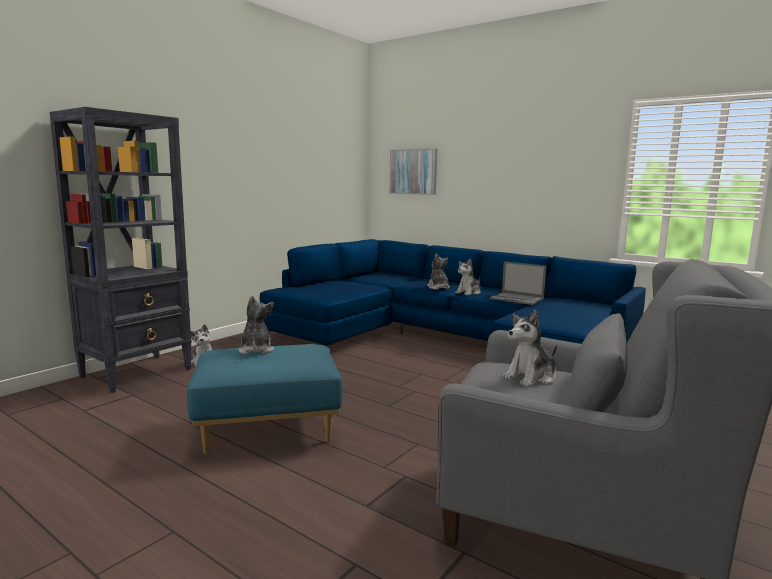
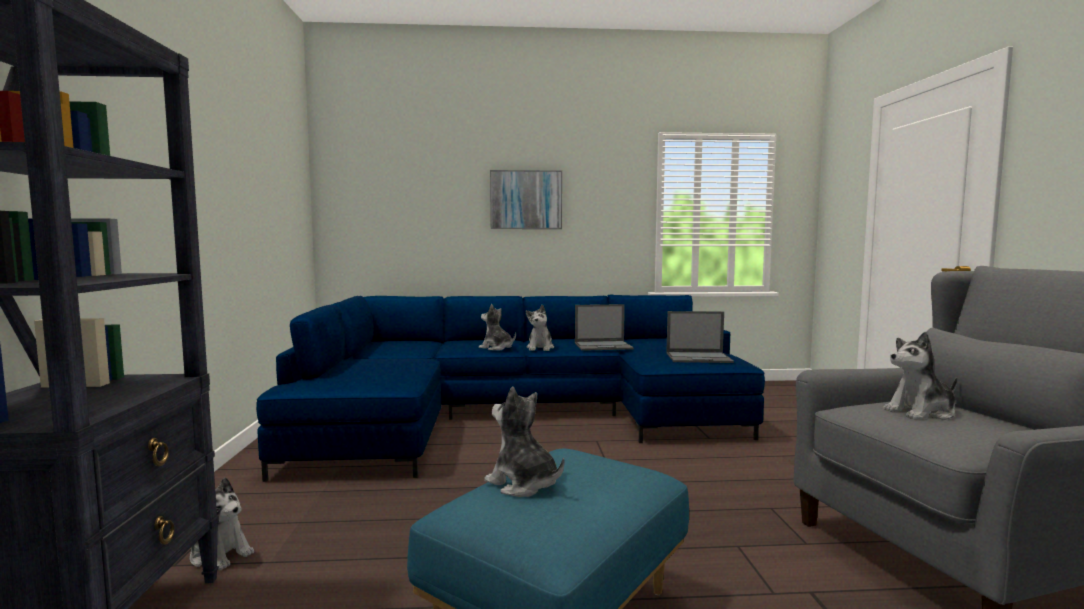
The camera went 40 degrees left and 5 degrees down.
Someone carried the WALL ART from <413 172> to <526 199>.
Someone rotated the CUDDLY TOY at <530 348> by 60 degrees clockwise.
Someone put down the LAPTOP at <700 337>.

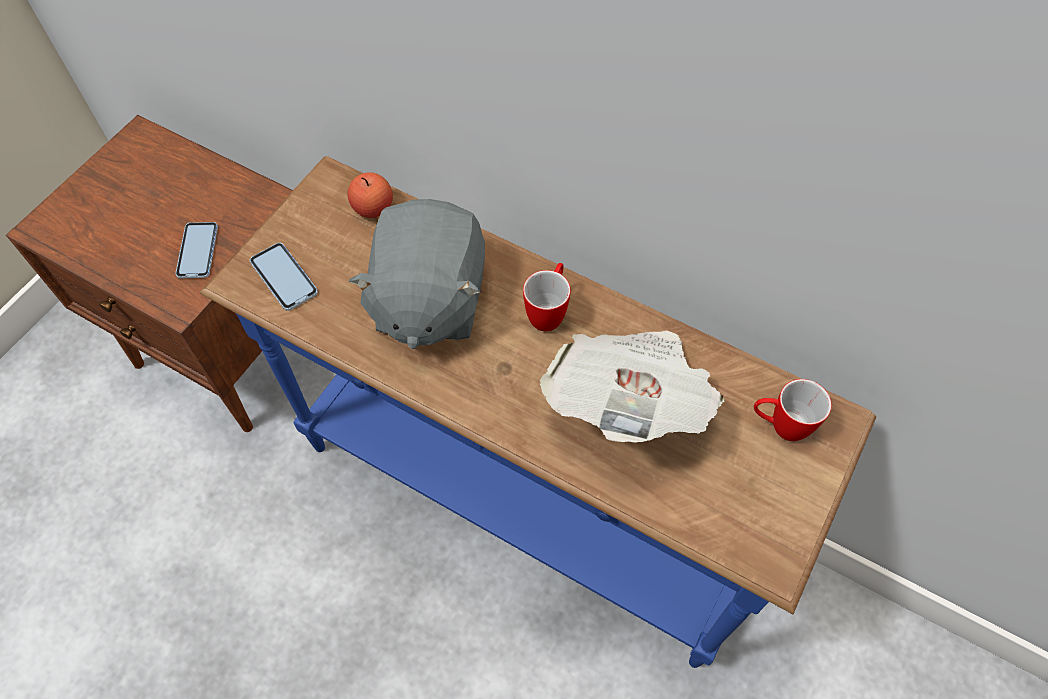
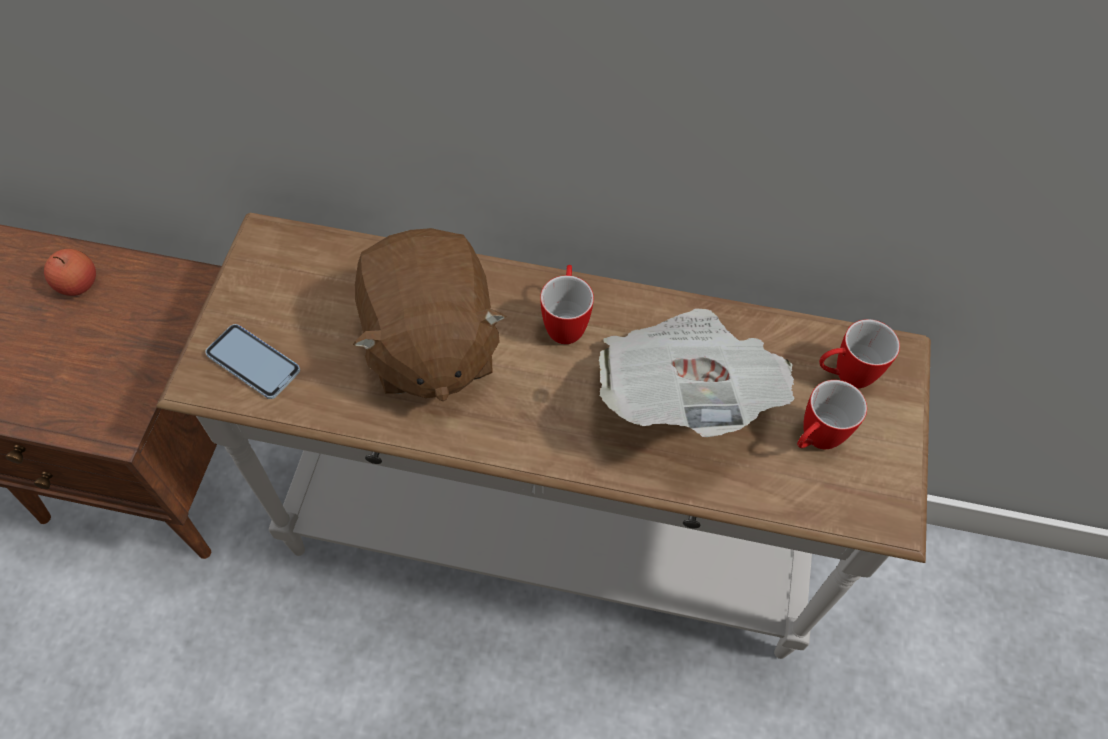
The camera went 20 degrees left and 0 degrees up.
Someone repainted the BLUE NARROW TABLE at <538 412>, which became the WHITE NARROW TABLE at <543 436>.
Someone carried the WHOLE APPLE from <370 195> to <70 272>.
Someone repainted the GREYISH CUDDLY TOY at <417 274>, which became the BROWNISH CUDDLY TOY at <429 314>.
Someone took away the HANDSET at <196 250>.
Someone put down the MUG at <832 414>.

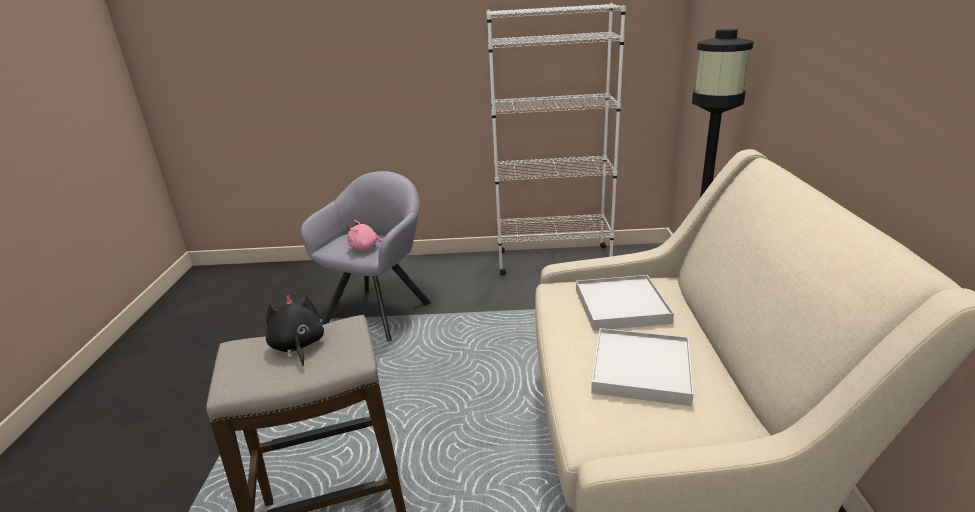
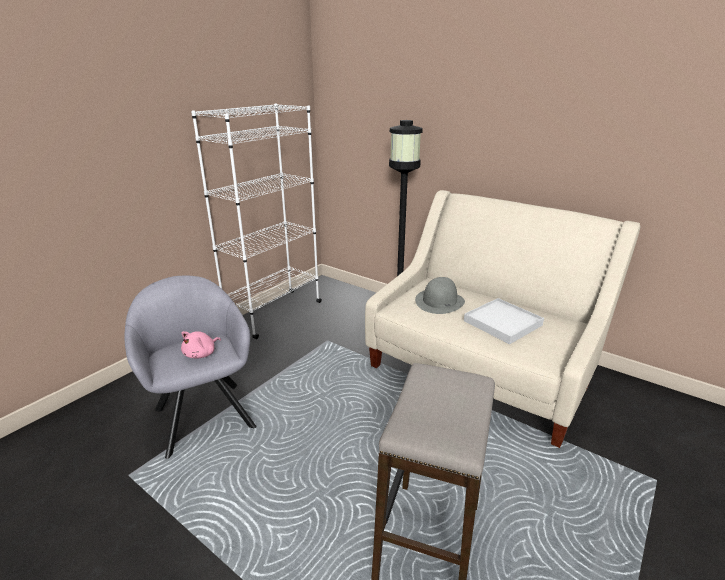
The camera went 55 degrees left and 0 degrees up.
Someone swapped the WHITE TRAY at <625 303> for the GREYISH CLOTHING HAT at <440 295>.
Someone took away the BLACKISH CUDDLY TOY at <295 330>.

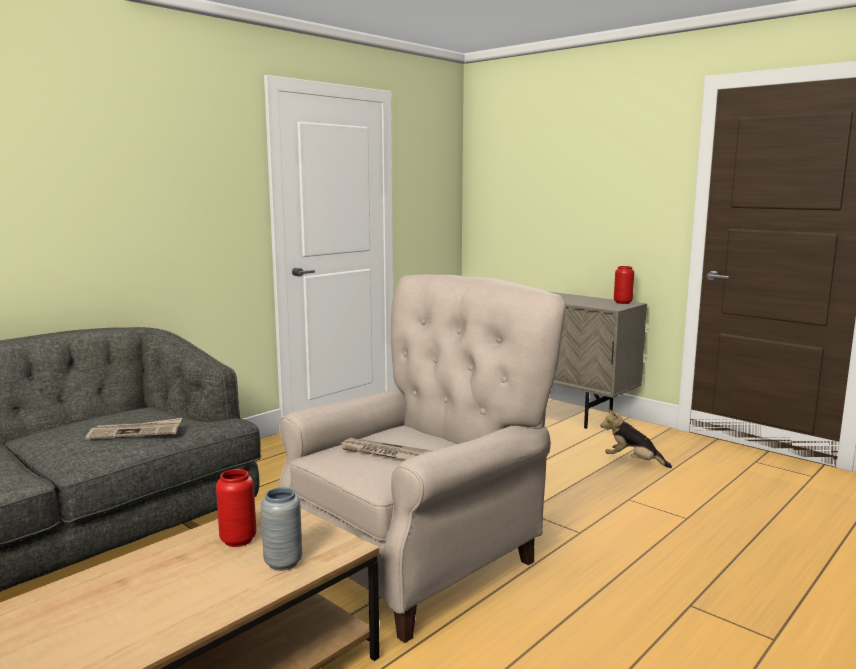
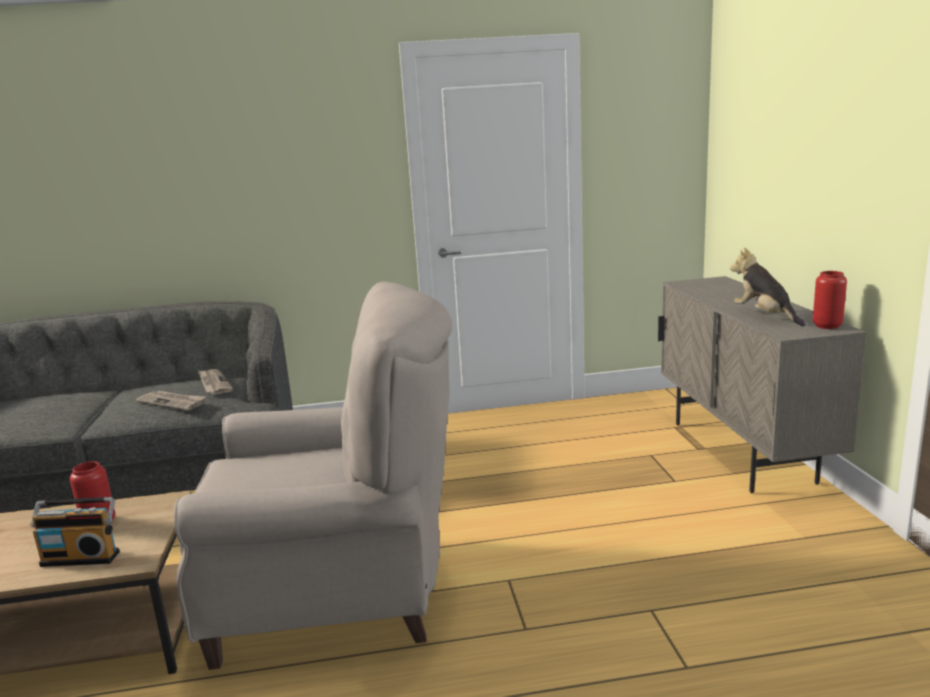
The camera went 40 degrees right and 5 degrees up.
Someone carried the CUDDLY TOY from <636 438> to <768 287>.
Someone carried the DAILY PAPER from <386 449> to <215 382>.
Someone swapped the GREYISH FLOWER VASE at <281 529> for the RADIO SET at <75 532>.

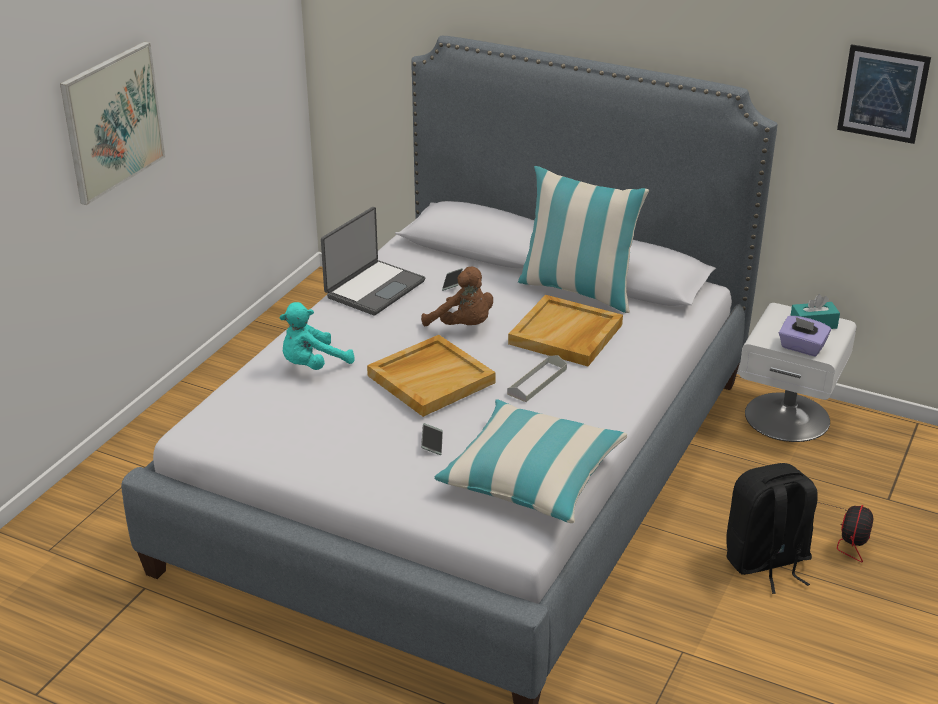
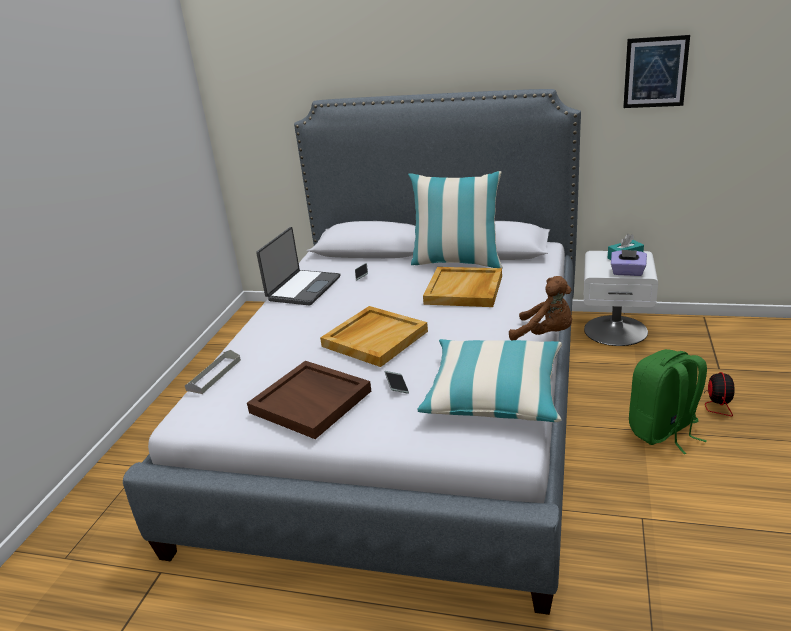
The camera went 10 degrees left and 5 degrees down.
Someone took away the WALL ART at <112 123>.
Someone carried the BROWNISH CUDDLY TOY from <457 296> to <540 308>.
Someone took away the TURQUOISE CUDDLY TOY at <317 336>.
Someone carried the GREYISH TRAY from <537 378> to <213 372>.
Someone repainted the BLACKISH KNAPSACK at <772 528>, which became the GREEN-COLOURED KNAPSACK at <668 401>.
Someone put down the BROWNISH TRAY at <309 400>.

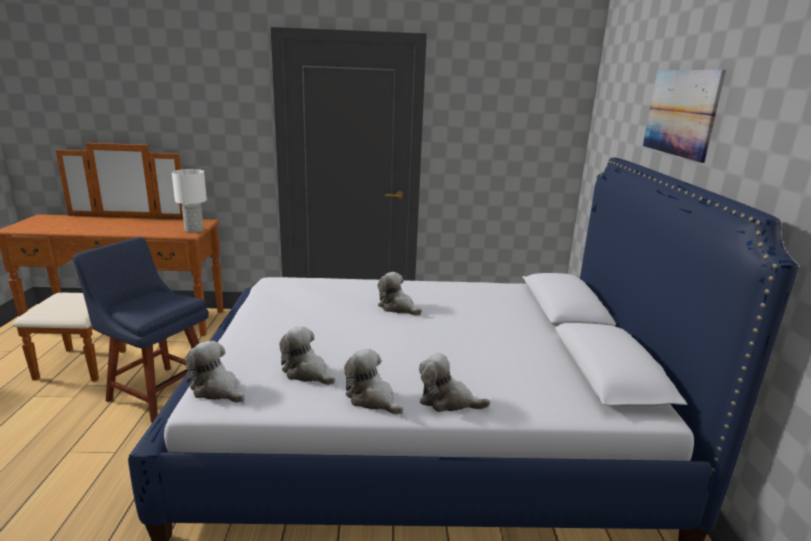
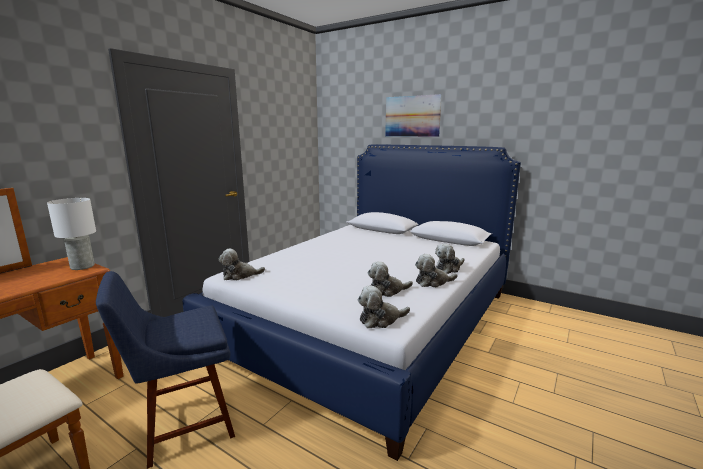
The camera went 55 degrees left and 5 degrees down.
Someone carried the CUDDLY TOY from <400 293> to <242 264>.

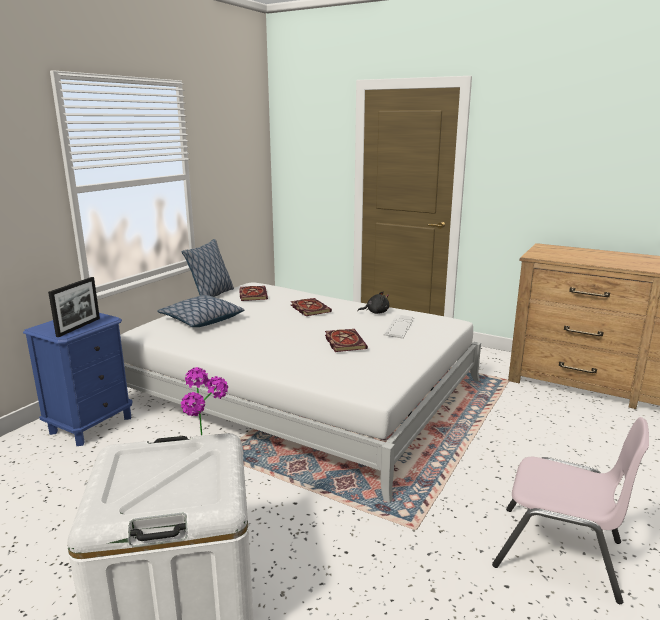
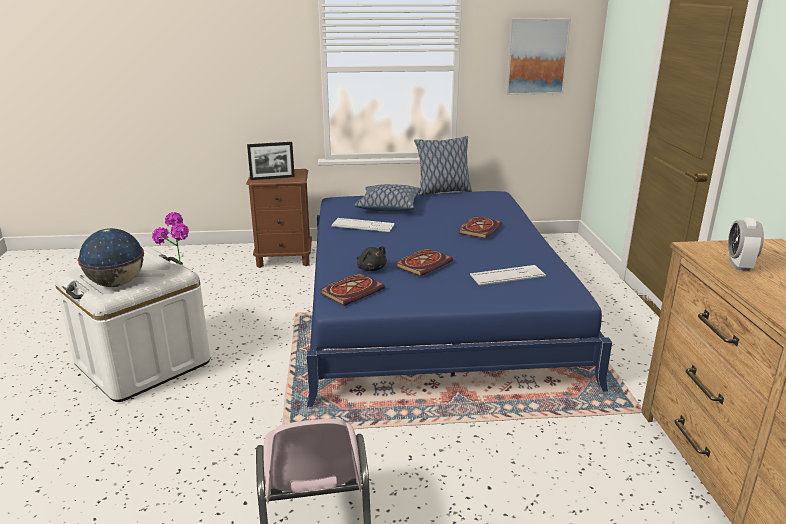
The camera went 55 degrees right and 5 degrees up.
Someone repainted the WHITE SLEEPING BED at <300 392>, which became the BLUE SLEEPING BED at <459 299>.
Someone carried the VOLUME from <253 293> to <352 289>.
Someone carried the BLACKISH CUDDLY TOY from <373 303> to <372 258>.
Someone repainted the BLUE BEDSIDE TABLE at <78 379>, which became the BROWNISH BEDSIDE TABLE at <279 218>.
Someone put up the WALL ART at <538 57>.
Someone put down the PC KEYBOARD at <363 225>.
Someone put down the TABLE CLOCK at <746 244>.
Someone put down the WORLD GLOBE at <111 257>.

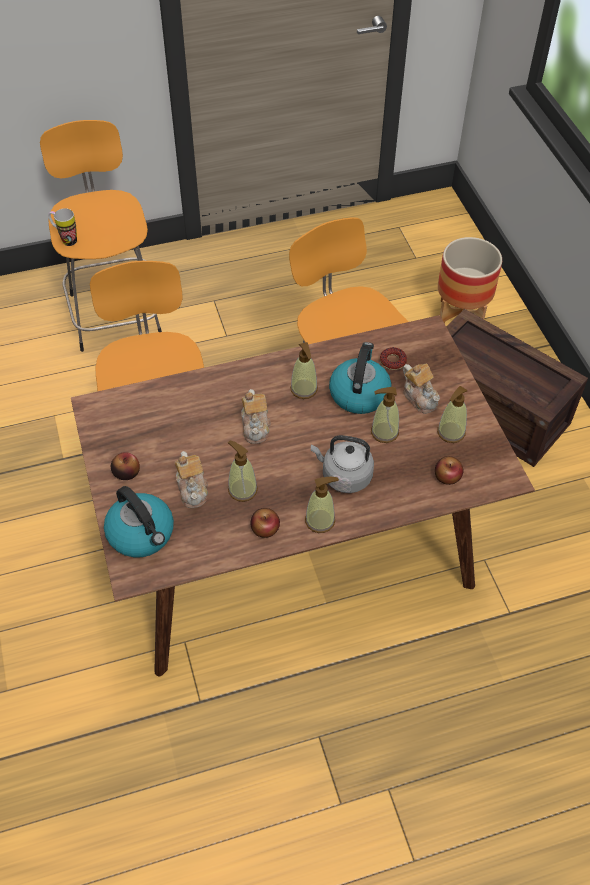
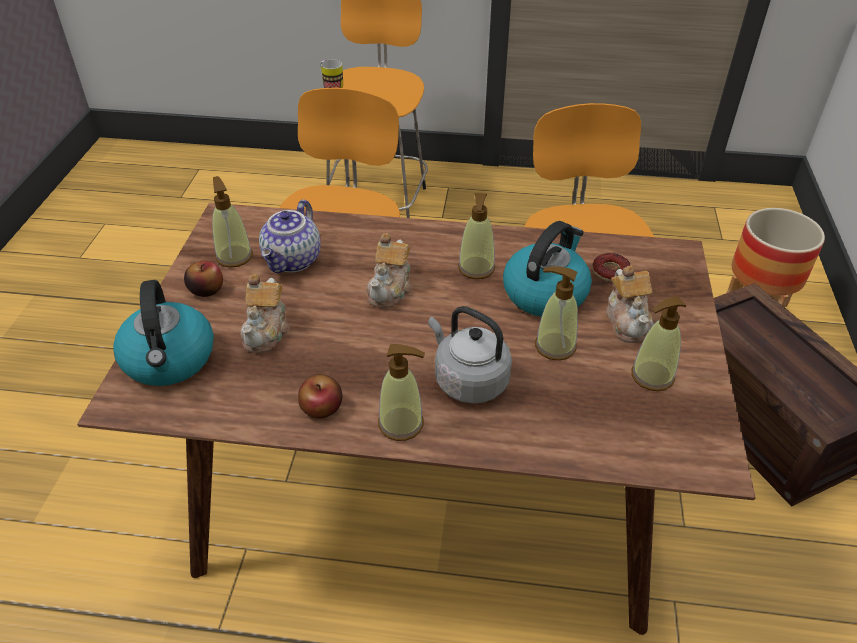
The camera went 25 degrees right and 10 degrees down.
Someone carried the SOAP BOTTLE from <243 471> to <232 221>.
Someone took away the WHOLE APPLE at <449 470>.
Someone put down the TEA POT at <290 236>.

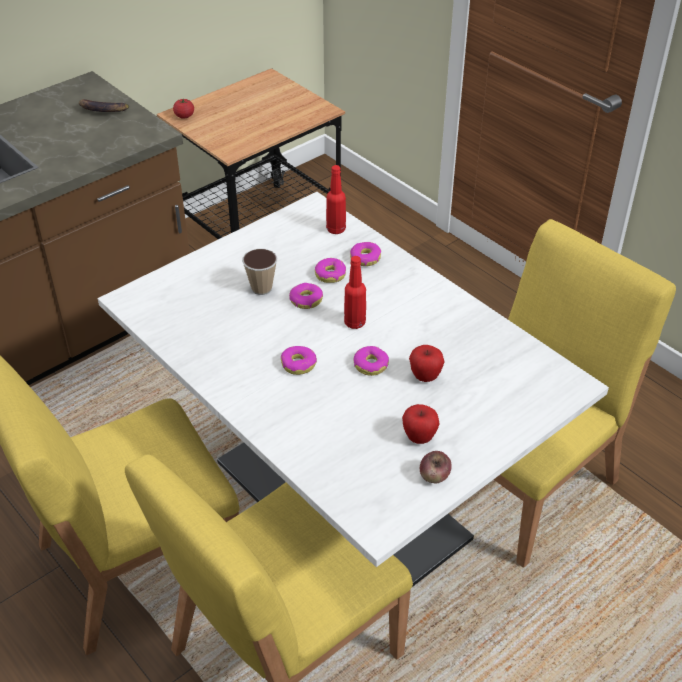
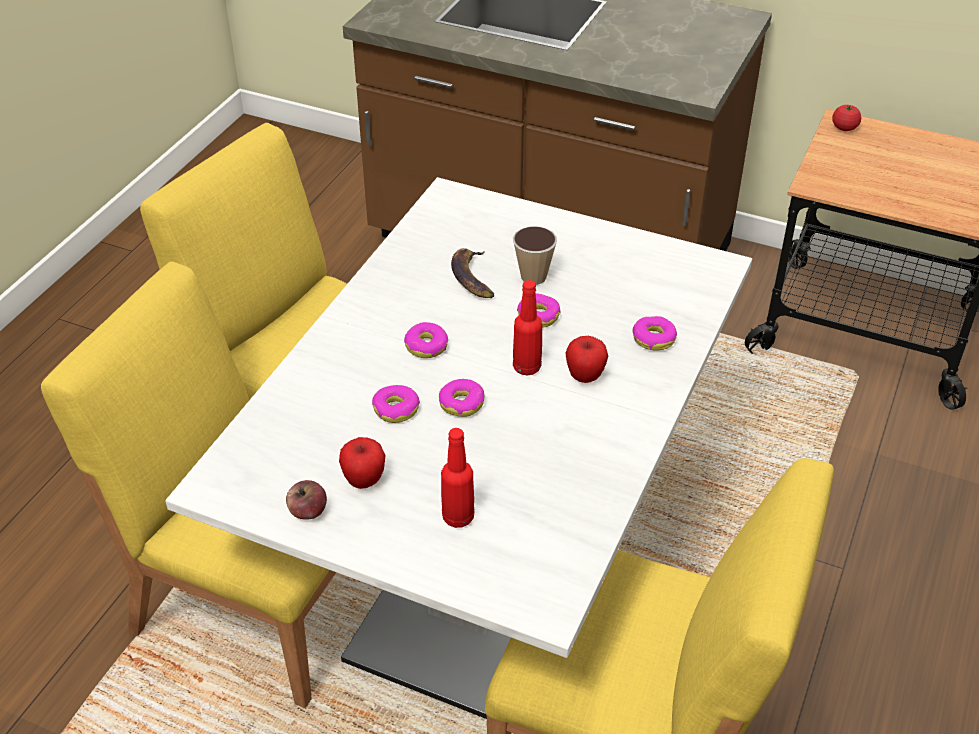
The camera went 65 degrees right and 0 degrees up.
Someone carried the BANANA FRUIT from <104 105> to <472 273>.
Someone carried the RED DRINK BOTTLE from <336 199> to <457 478>.
Someone carried the DOUGHNUT from <330 270> to <396 404>.
Someone carried the WHOLE APPLE from <427 363> to <586 359>.

